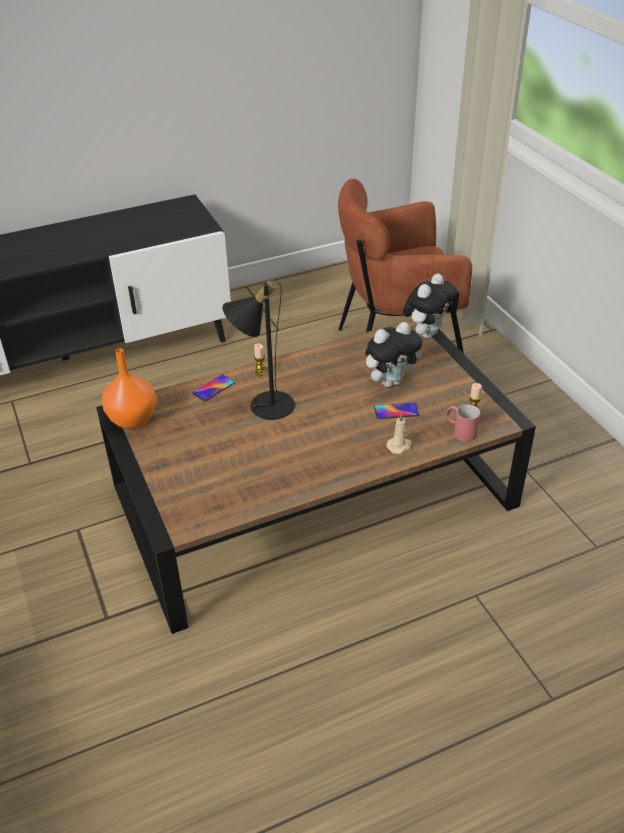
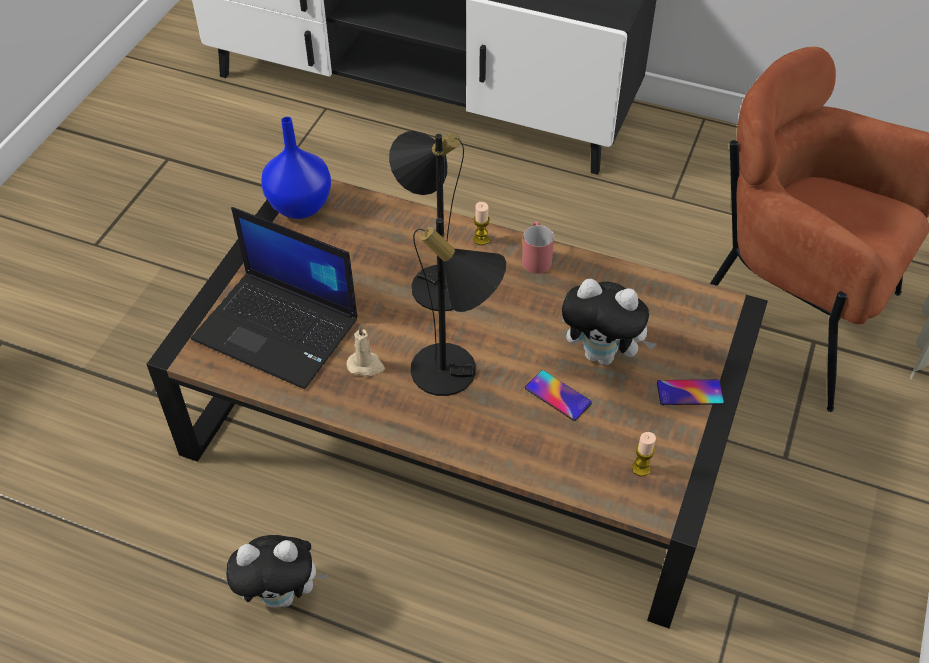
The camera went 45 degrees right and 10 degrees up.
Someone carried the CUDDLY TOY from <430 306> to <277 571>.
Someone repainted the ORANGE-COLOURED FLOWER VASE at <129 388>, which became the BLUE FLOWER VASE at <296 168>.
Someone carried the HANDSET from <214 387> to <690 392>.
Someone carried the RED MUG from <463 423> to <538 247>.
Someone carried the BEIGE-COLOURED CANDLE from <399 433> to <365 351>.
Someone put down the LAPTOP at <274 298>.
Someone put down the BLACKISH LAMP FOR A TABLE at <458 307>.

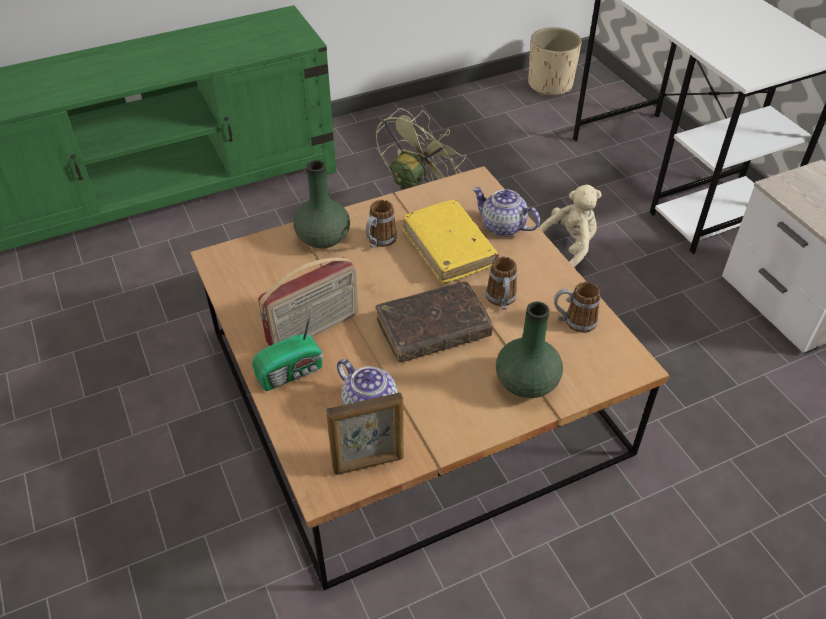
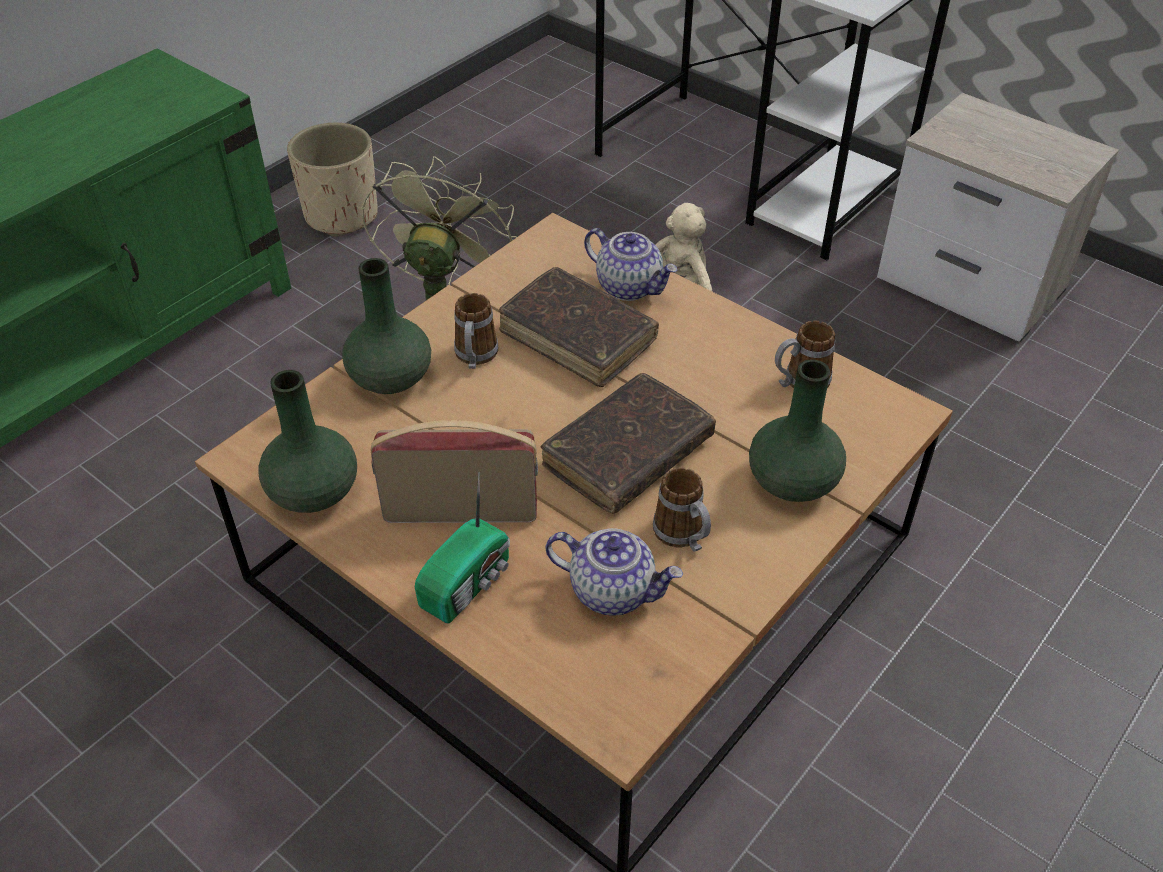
The camera went 25 degrees left and 0 degrees up.
Someone carried the BEIGE-COLOURED FLOWER POT from <555 61> to <332 180>.
Someone rotated the TEA POT at <506 212> by 150 degrees counterclockwise.
Someone repainted the YELLOWISH VOLUME at <451 242>, which became the BROWNISH VOLUME at <579 327>.
Someone carried the MUG from <501 283> to <682 509>.
Someone rotated the RADIO SET at <308 301> by 120 degrees counterclockwise.
Someone took away the STANDING FRAME at <365 433>.
Someone put down the GREEN-COLOURED FLOWER VASE at <307 441>.

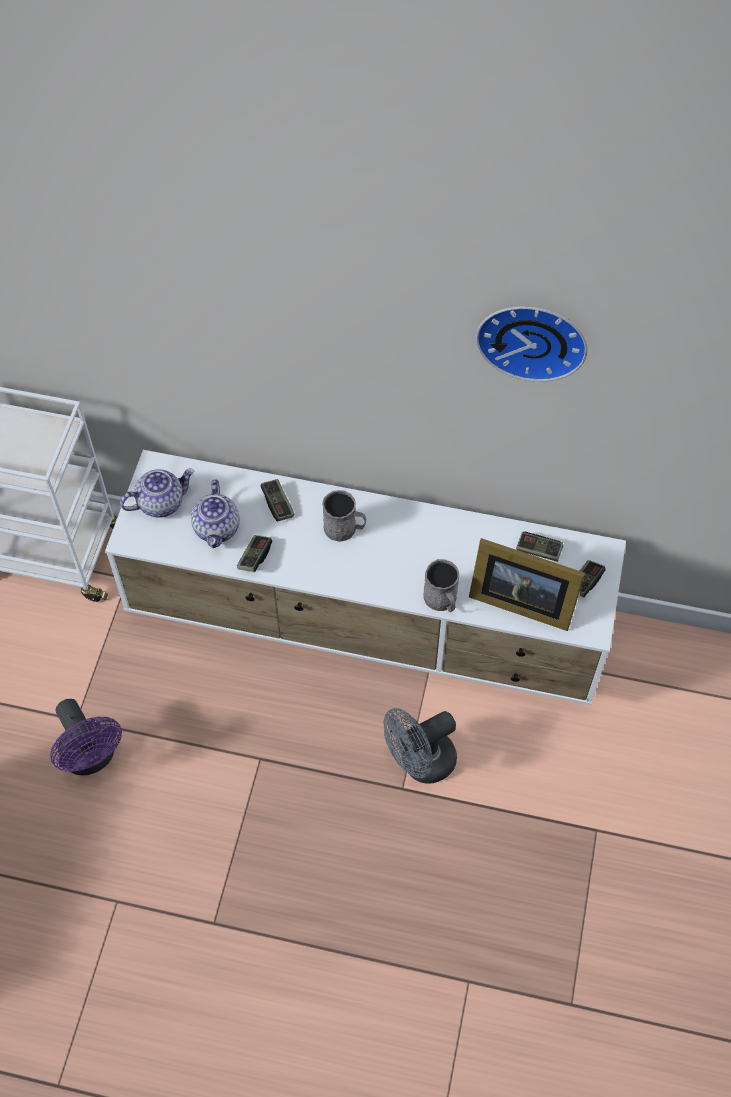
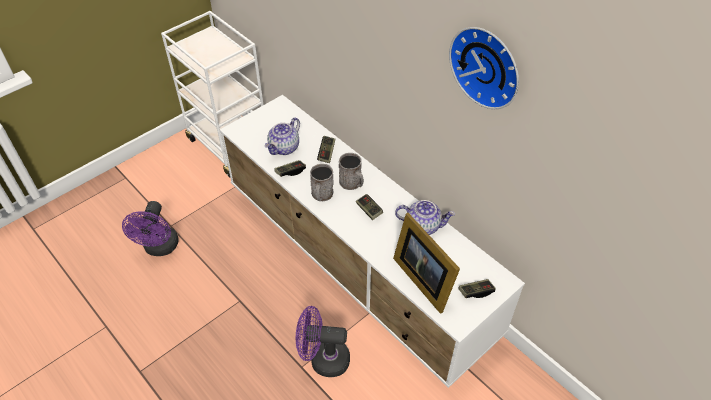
The camera went 35 degrees right and 10 degrees down.
Someone carried the TEA POT from <157 493> to <425 217>.
Someone carried the GAMEPAD from <540 547> to <369 207>.
Someone carried the GREYISH MUG from <441 585> to <322 182>.
Someone repainted the GREYISH ELECTRIC FAN at <420 746>, which became the PURPLE-COLOURED ELECTRIC FAN at <323 341>.

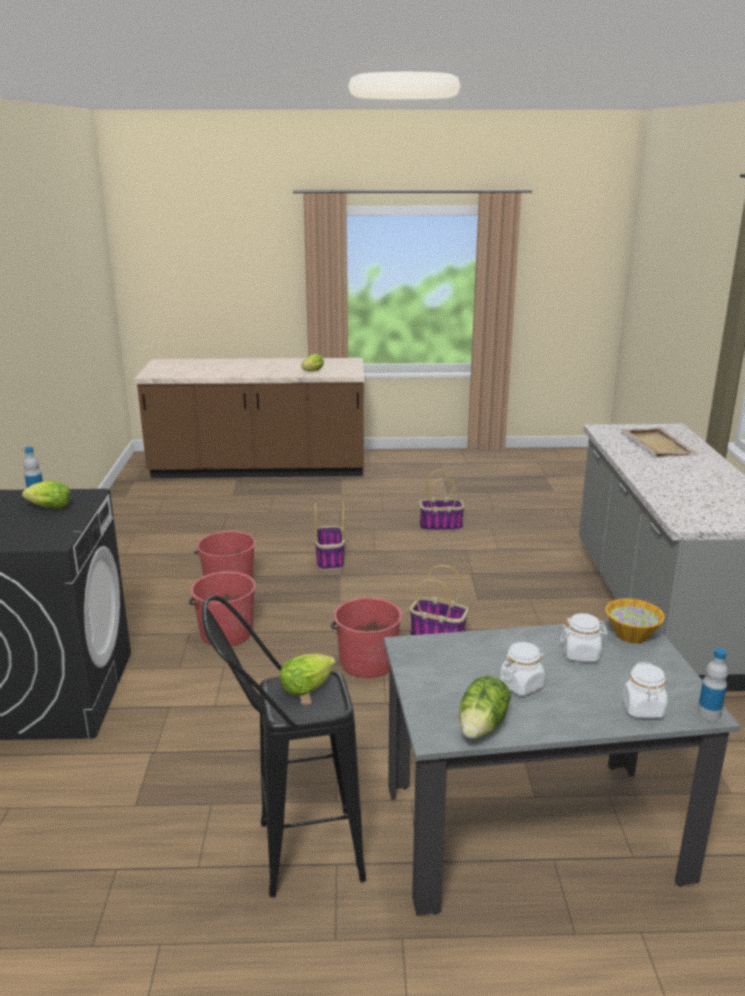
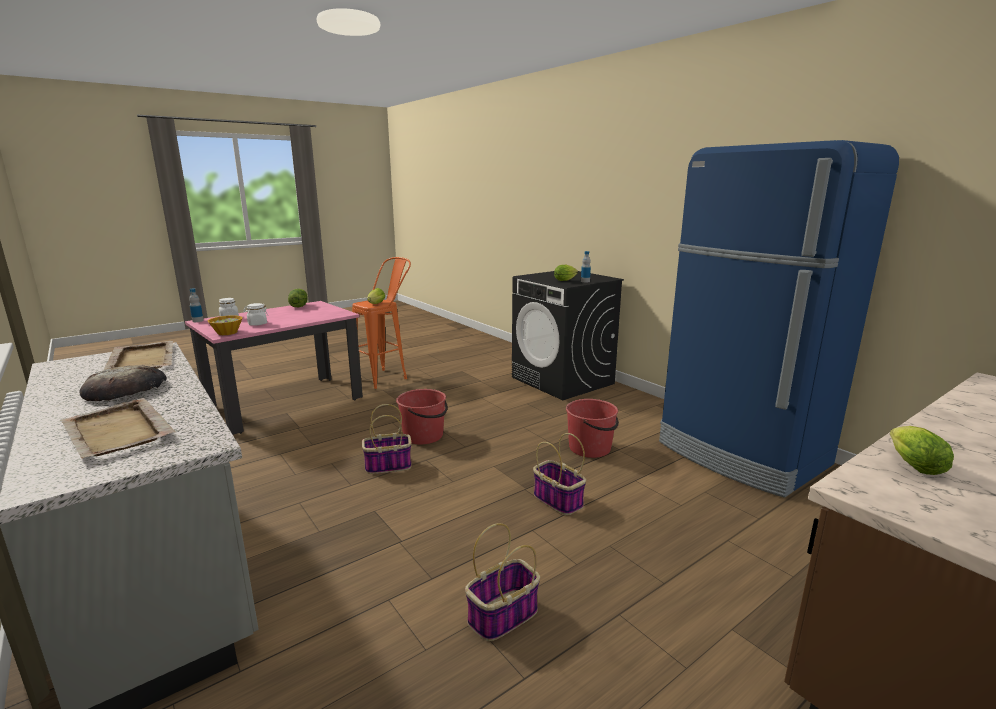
The camera went 145 degrees right and 5 degrees down.
Someone took away the RED PAIL at <222 608>.
Someone repainted the BLACKISH STOOL at <284 746>, which became the ORANGE-COLOURED STOOL at <381 323>.
Someone repainted the GREYISH DINING TABLE at <562 768>, which became the PINKISH DINING TABLE at <274 368>.
Someone took away the WHITE PRESERVE JAR at <522 669>.
Someone put down the BLUE KITCHEN FRIDGE at <779 319>.
Someone put down the BEIGE-COLOURED TRAY at <138 355>.
Someone put down the BAKED BREAD at <123 383>.

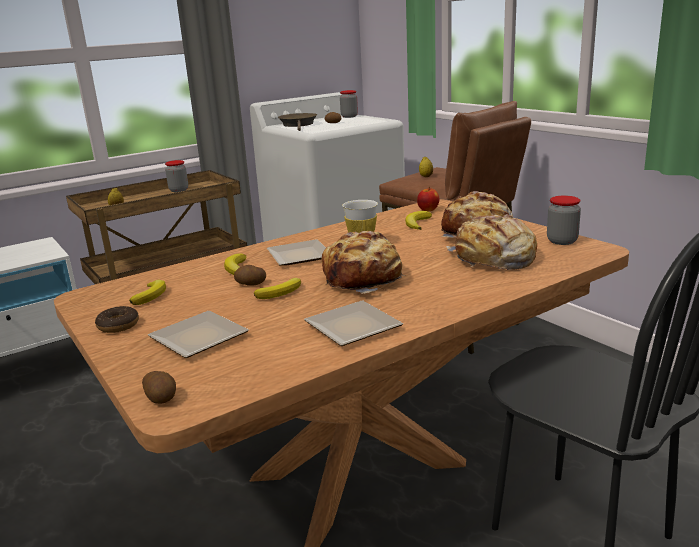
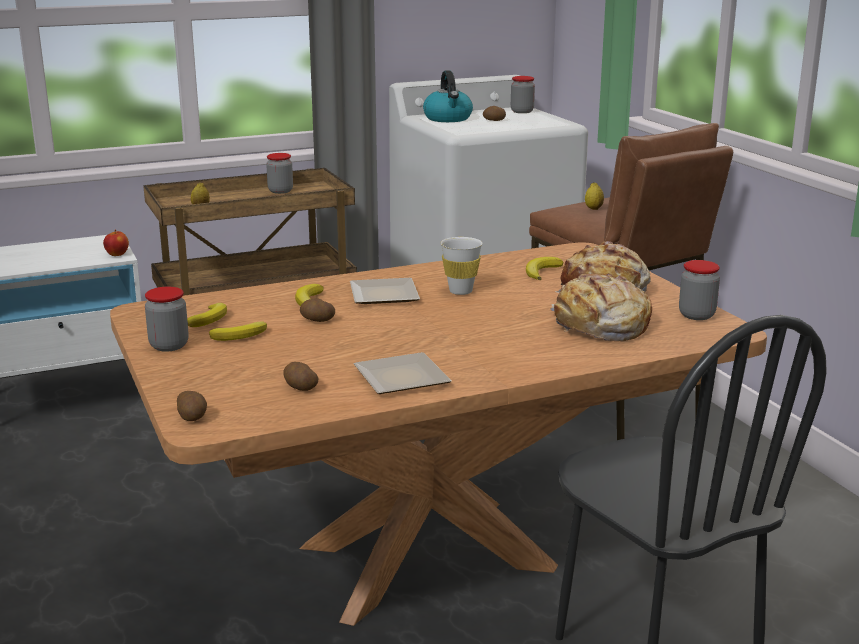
The camera went 10 degrees right and 0 degrees up.
Someone swapped the BROWNISH FRYING PAN at <297 122> for the KETTLE at <448 96>.
Someone carried the WHOLE APPLE from <428 199> to <116 243>.
Someone took away the BAKED BREAD at <363 262>.
Someone carried the BANANA FRUIT from <277 288> to <238 331>.
Someone swapped the DOUGHNUT at <117 319> for the PRESERVE JAR at <167 319>.
Someone took away the PLATE at <198 334>.
Someone put down the WHOLE POTATO at <300 376>.

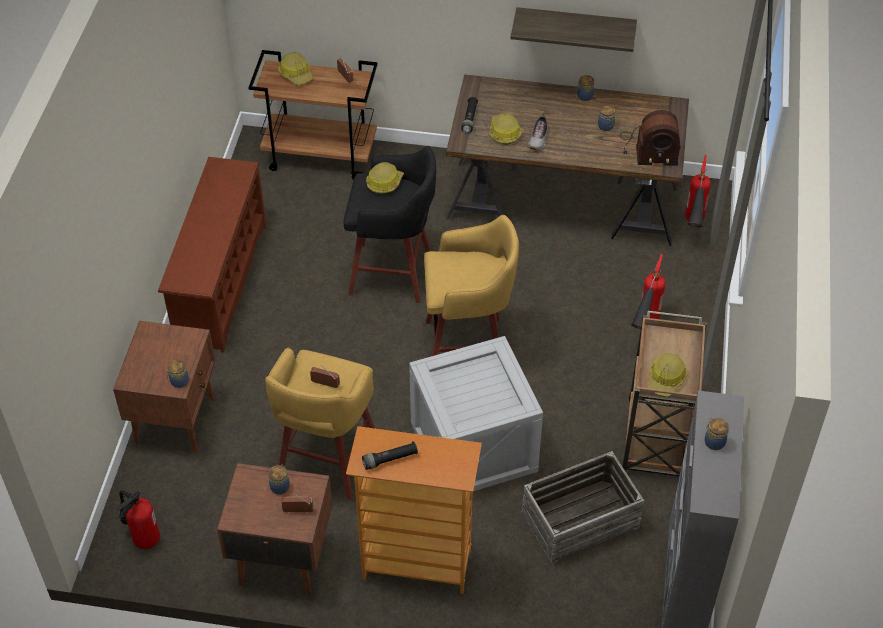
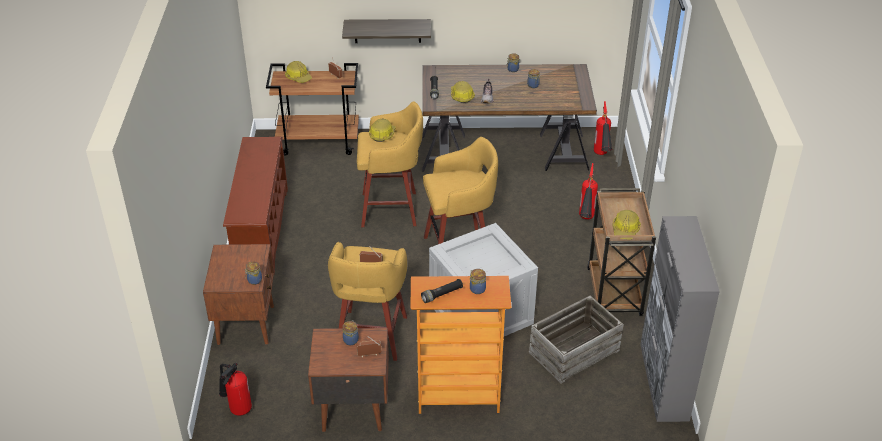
The camera went 10 degrees left and 10 degrees down.
Someone carried the BRACKET SHELF from <573 29> to <386 31>.
Someone took away the RADIO SET at <650 138>.
Someone repainted the BLACKISH STOOL at <389 224>, which became the YELLOWISH STOOL at <390 164>.
Someone carried the PRESERVE JAR from <717 434> to <478 281>.

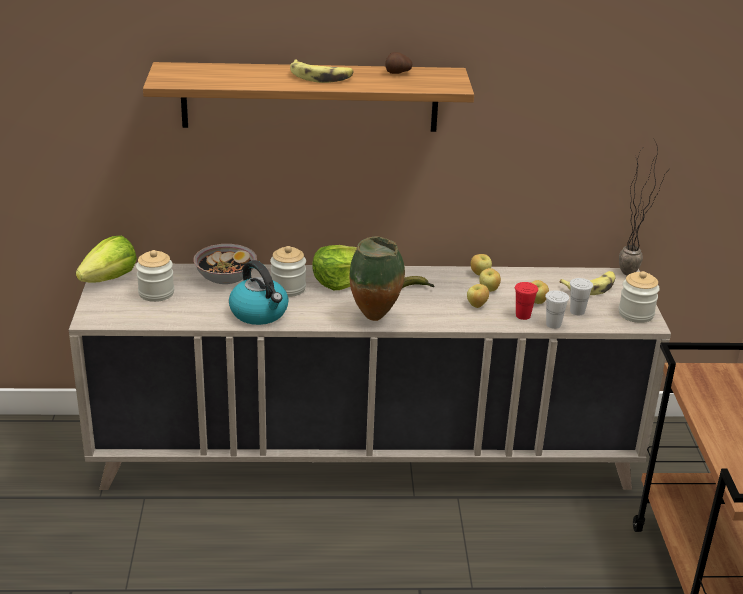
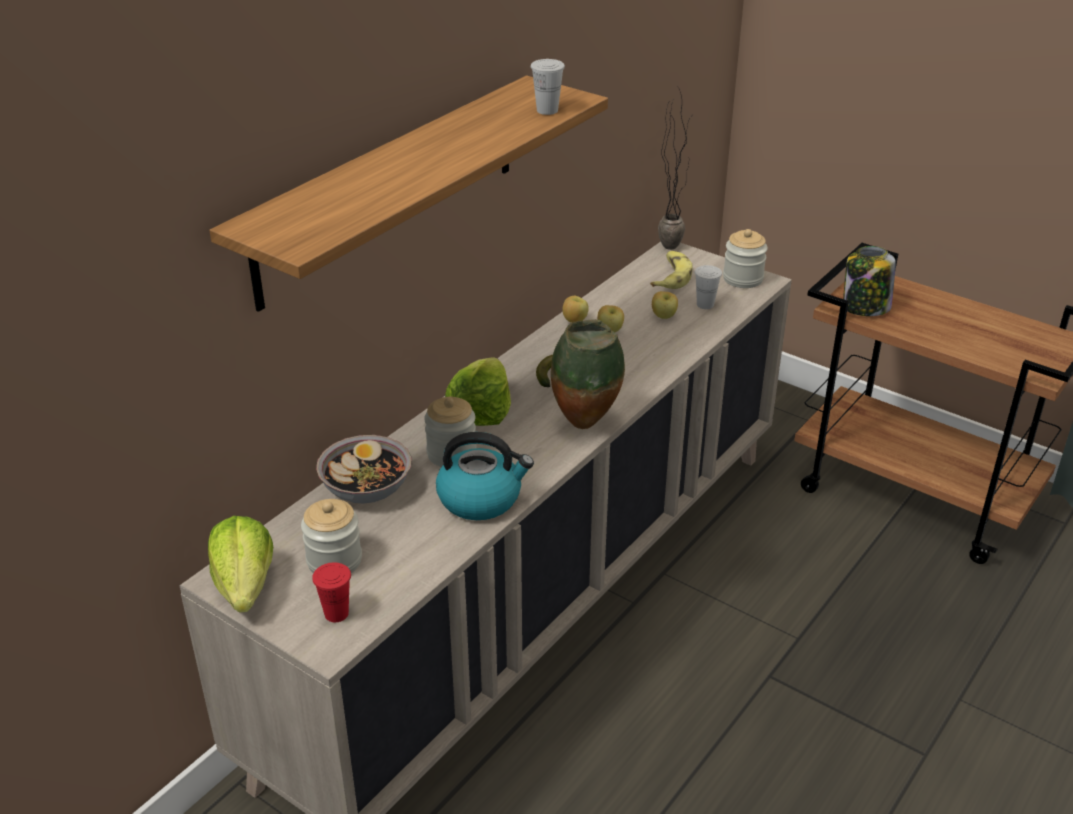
The camera went 50 degrees left and 5 degrees up.
Someone took away the WHOLE POTATO at <399 63>.
Someone took away the BANANA FRUIT at <322 71>.
Someone carried the RED CUP from <526 301> to <331 592>.
Someone took away the WHOLE APPLE at <478 296>.
Someone carried the WHITE CUP from <557 309> to <548 87>.
Someone put down the PRESERVE JAR at <869 281>.

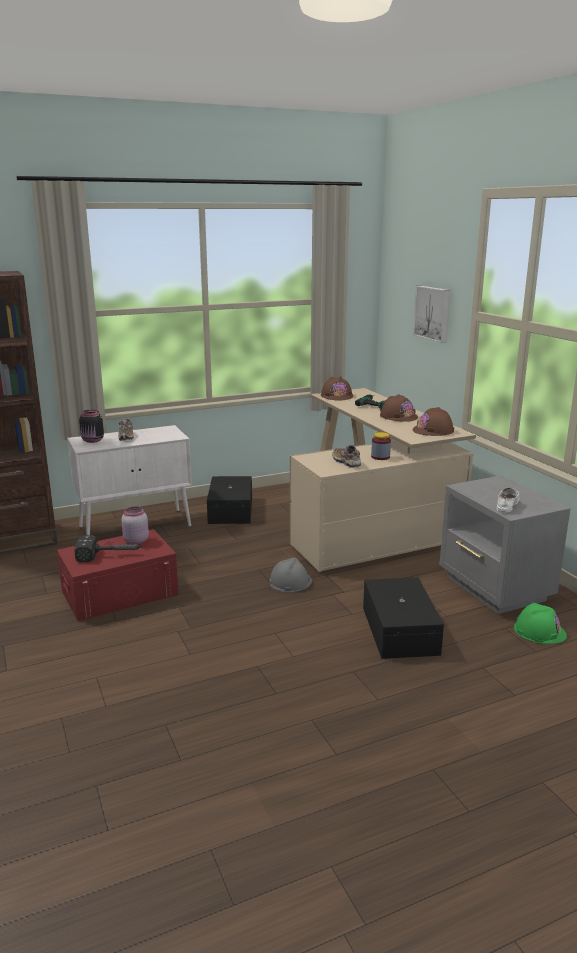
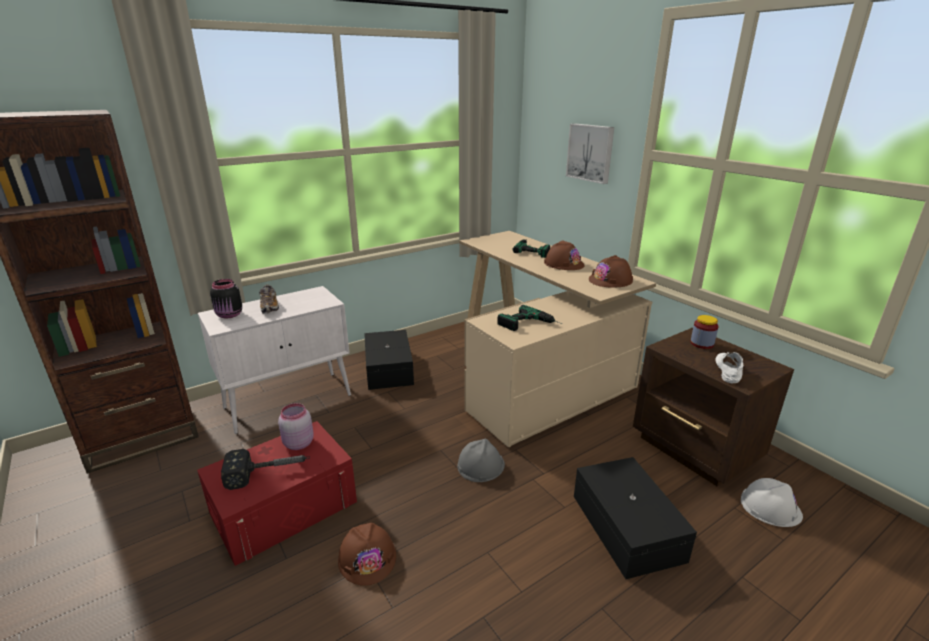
The camera went 10 degrees left and 5 degrees up.
Someone carried the BROWNISH HARD HAT from <337 388> to <367 554>.
Someone carried the PRESERVE JAR from <381 446> to <704 332>.
Someone swapped the ITEM OF FOOTWEAR at <346 456> for the POWER DRILL at <529 318>.
Someone repainted the GREYISH BEDSIDE TABLE at <504 545>, which became the BROWNISH BEDSIDE TABLE at <713 407>.
Someone repainted the GREEN-COLOURED HARD HAT at <540 623>, which became the WHITE HARD HAT at <772 502>.

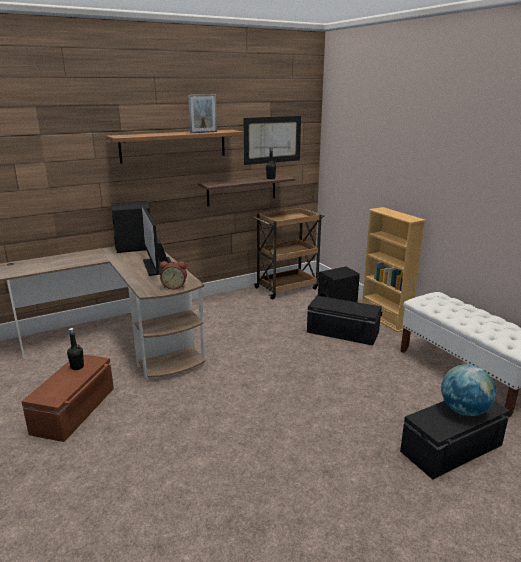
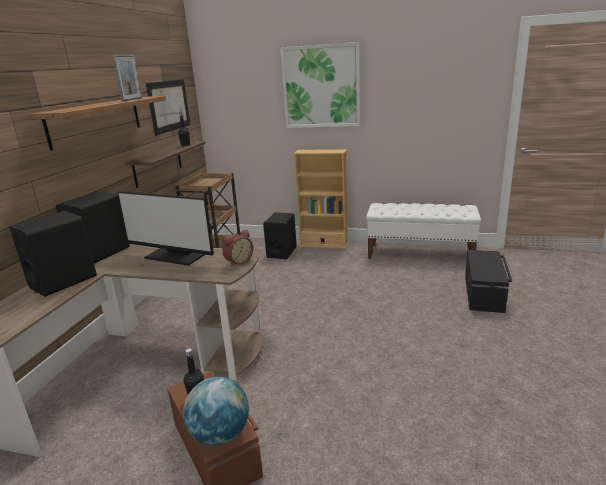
The camera went 45 degrees left and 0 degrees up.
Someone took away the BLACKISH STORAGE BIN at <344 321>.
Someone carried the WORLD GLOBE from <468 390> to <216 411>.
Someone put up the WALL ART at <320 85>.
Someone put down the BLACKISH LOUDSPEAKER at <53 254>.

